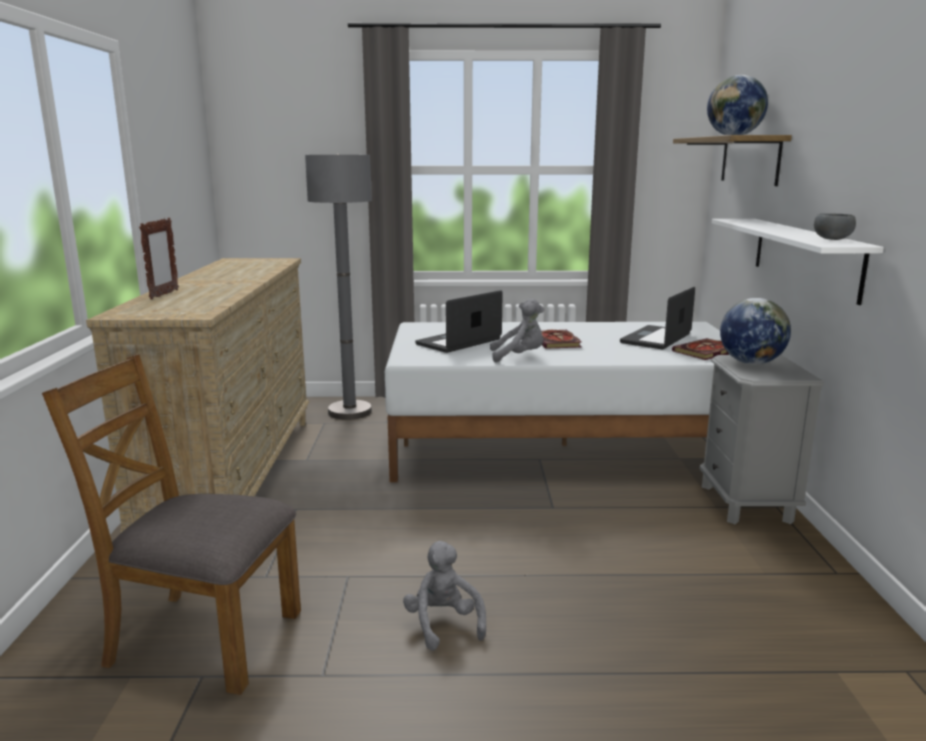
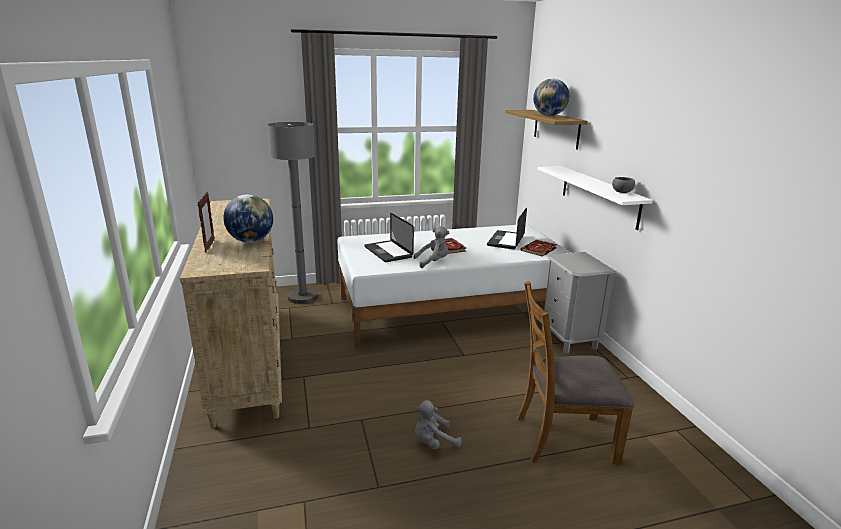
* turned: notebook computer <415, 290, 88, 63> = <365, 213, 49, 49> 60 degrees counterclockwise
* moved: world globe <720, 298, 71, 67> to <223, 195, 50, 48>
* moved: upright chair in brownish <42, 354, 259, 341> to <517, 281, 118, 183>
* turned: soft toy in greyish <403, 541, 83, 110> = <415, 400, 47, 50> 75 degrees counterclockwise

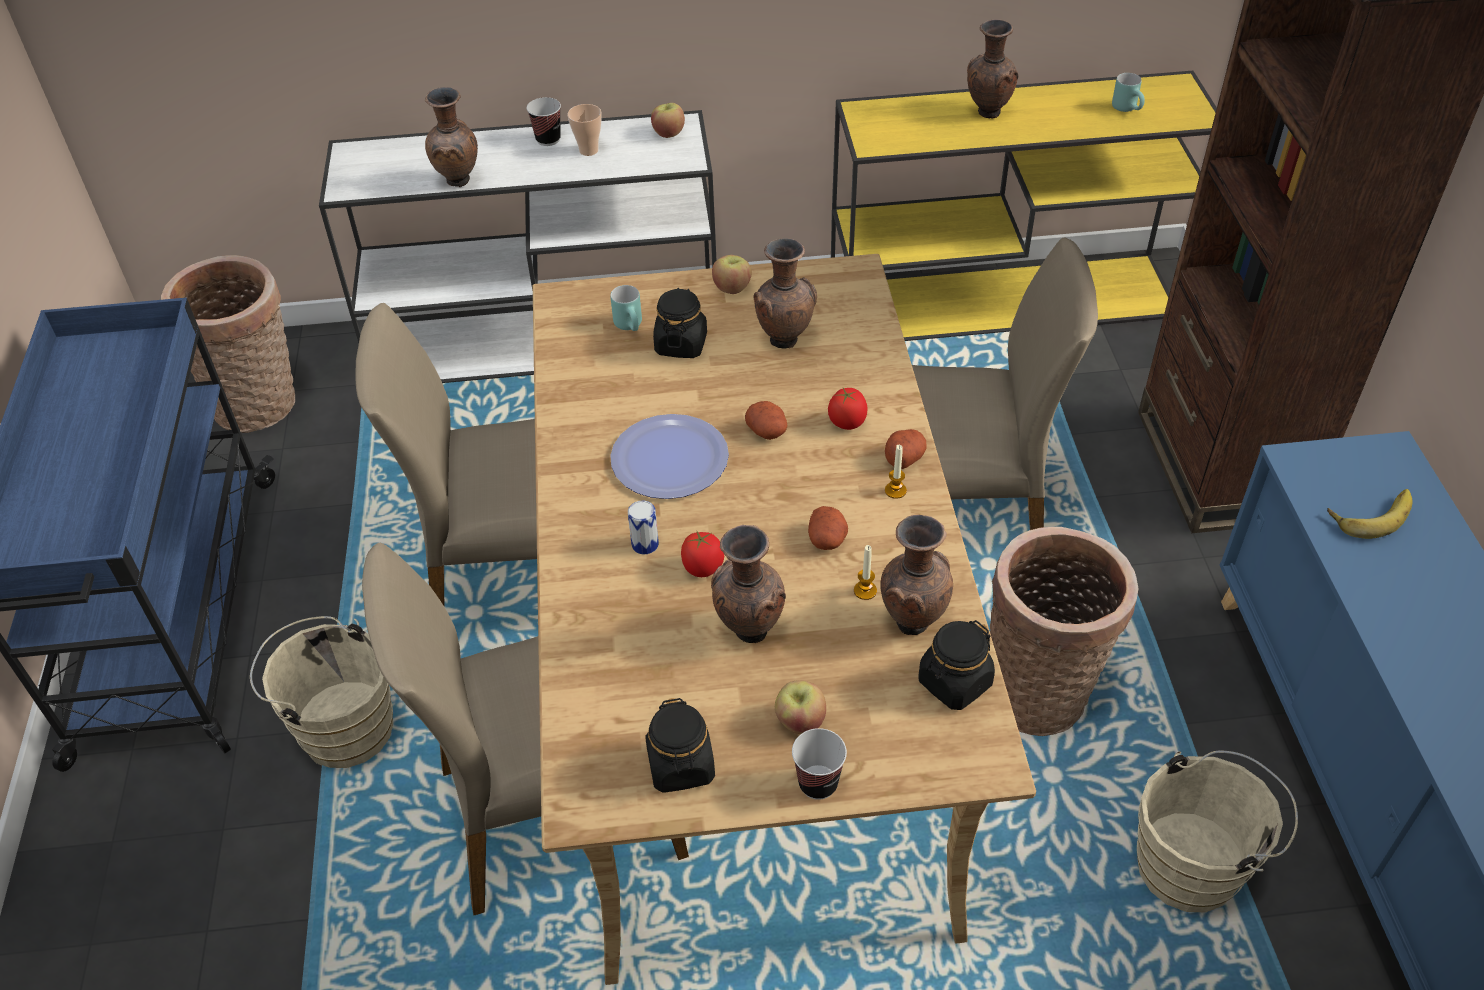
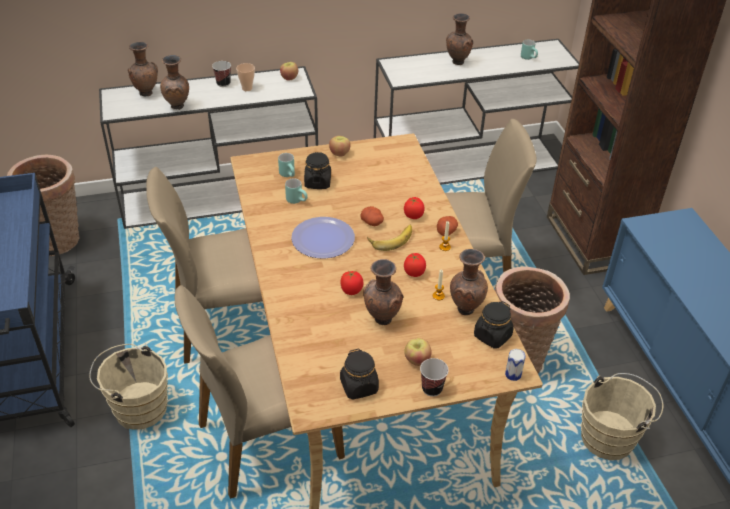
* recoloured: narrow table in yellow-coloured <831, 71, 386, 270> to narrow table in white <374, 39, 205, 146>
* moved: vase in brownish <753, 238, 64, 111> to <128, 42, 30, 54>
* moved: whole banana <1327, 489, 85, 50> to <367, 225, 45, 26>
* moved: can <628, 501, 31, 53> to <505, 349, 21, 32>
* replaced: whole potato <808, 506, 40, 44> to fresh tomato <404, 253, 22, 24>
* added: coffee mug in blue-green <285, 179, 23, 25>

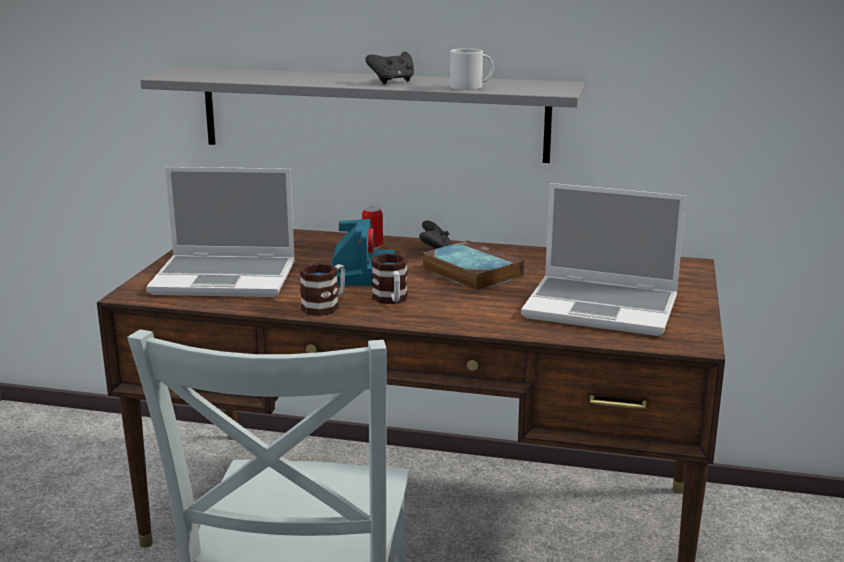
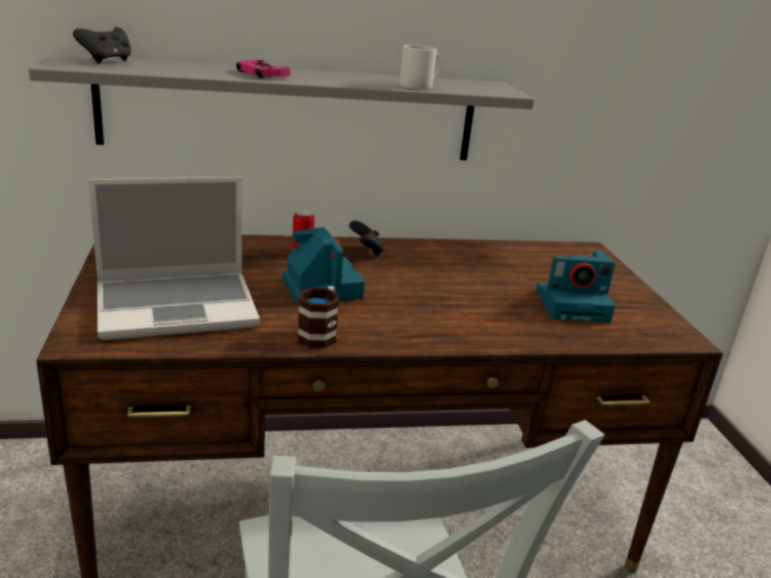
* moved: joypad in black-coloured <366, 52, 48, 32> to <73, 27, 58, 36>
* replaced: notebook computer <521, 183, 165, 153> to photo camera <536, 251, 79, 71>
* removed: bound book <423, 240, 101, 51>
* removed: coffee mug <371, 253, 37, 51>
* added: joypad in pink <236, 60, 55, 18>

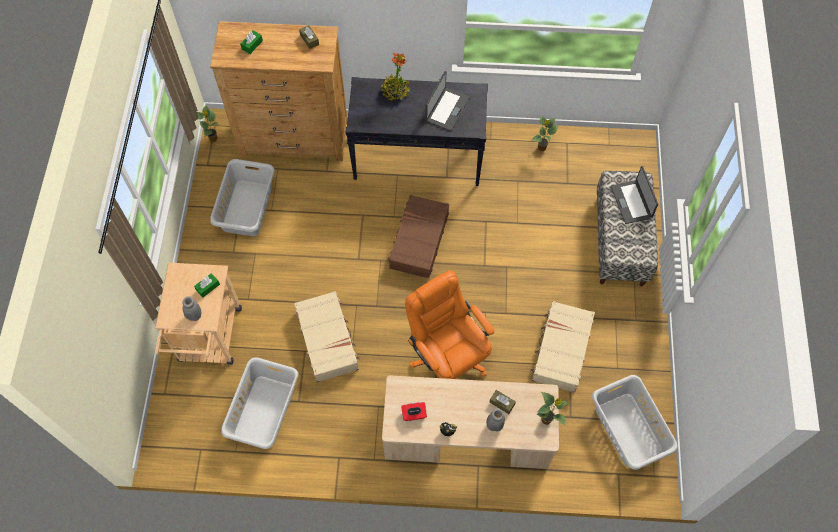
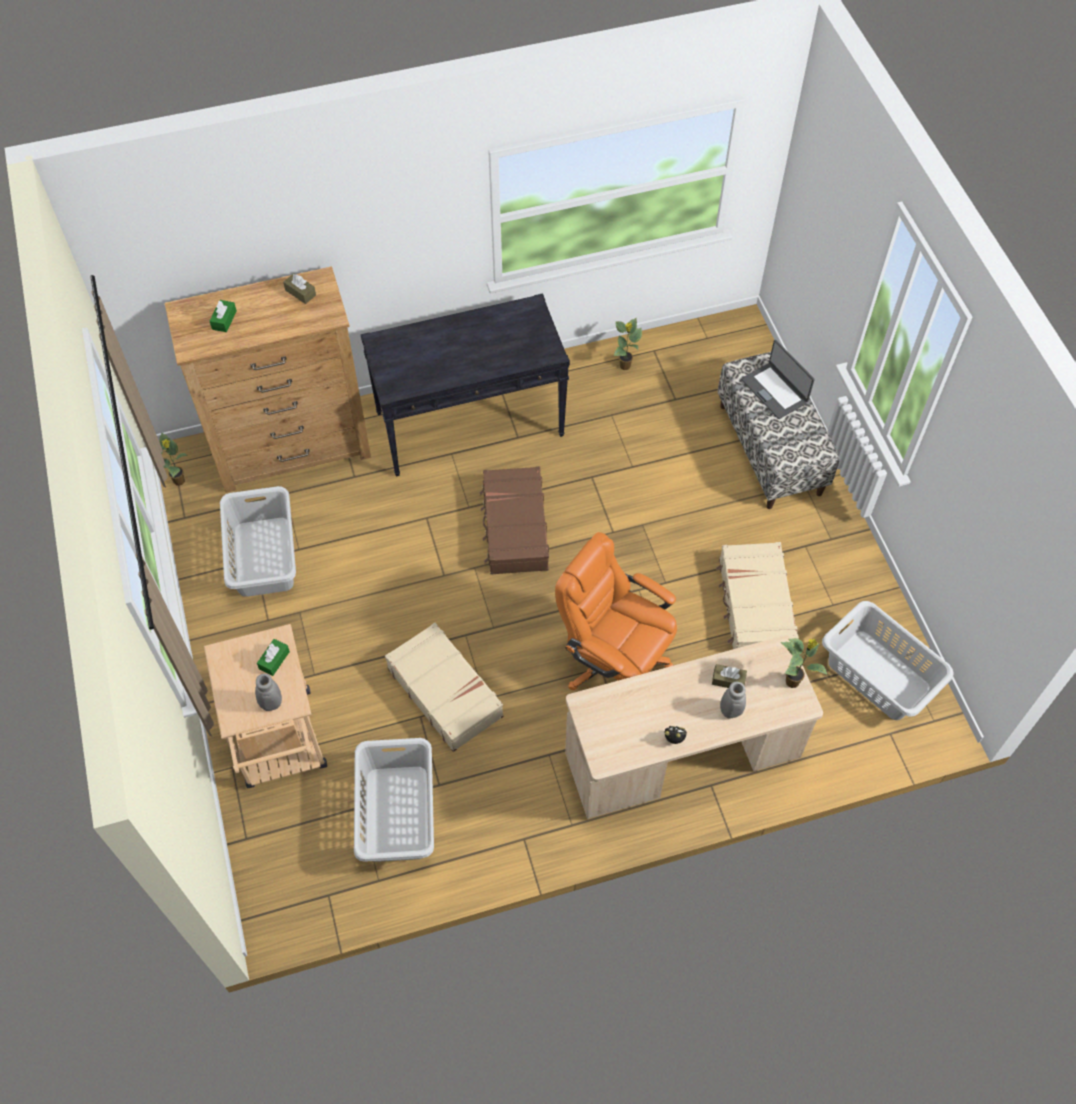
* removed: houseplant <381, 52, 29, 48>
* removed: notebook computer <425, 71, 45, 60>
* removed: tissue holder in red <401, 402, 26, 19>

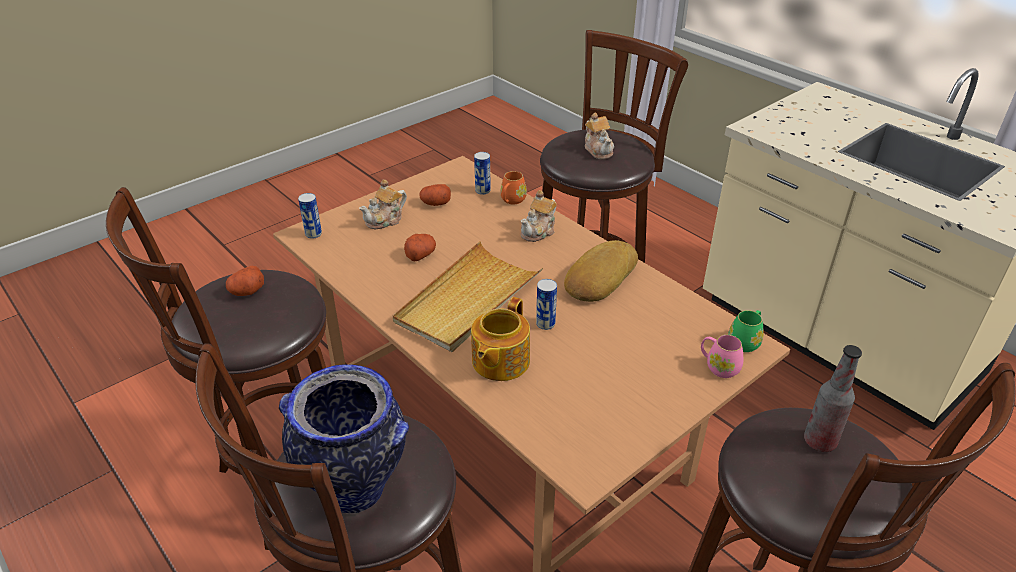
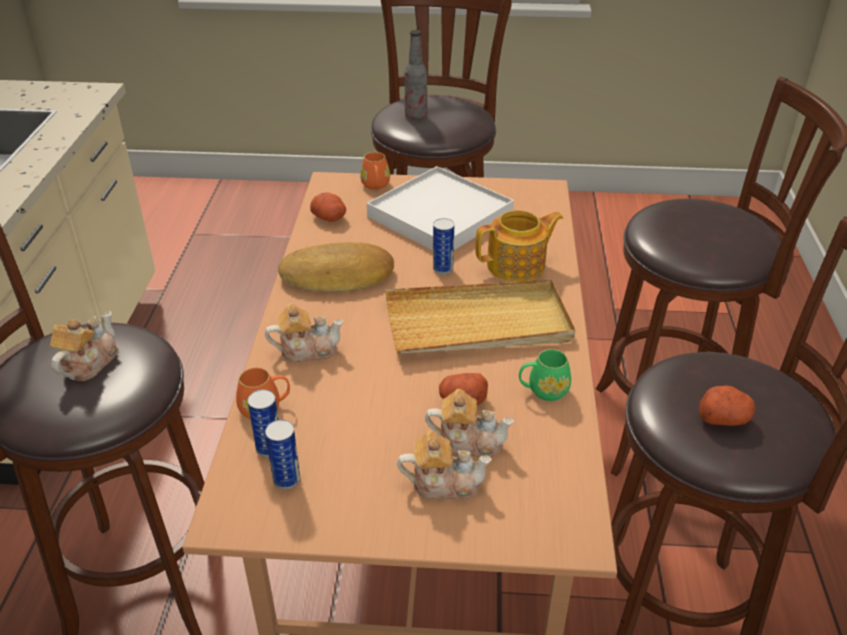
* moved: whole potato <420, 184, 31, 22> to <310, 192, 36, 30>
* moved: can <298, 193, 24, 46> to <265, 420, 35, 69>
* moved: coffee mug in green-coloured <728, 310, 36, 42> to <519, 349, 52, 52>
* recoloured: coffee mug in pink <701, 335, 43, 43> to coffee mug in orangey <360, 152, 30, 38>
* removed: vase <279, 364, 130, 149>
* added: serving tray in white <367, 166, 147, 84>
* added: tea pot <425, 389, 89, 68>

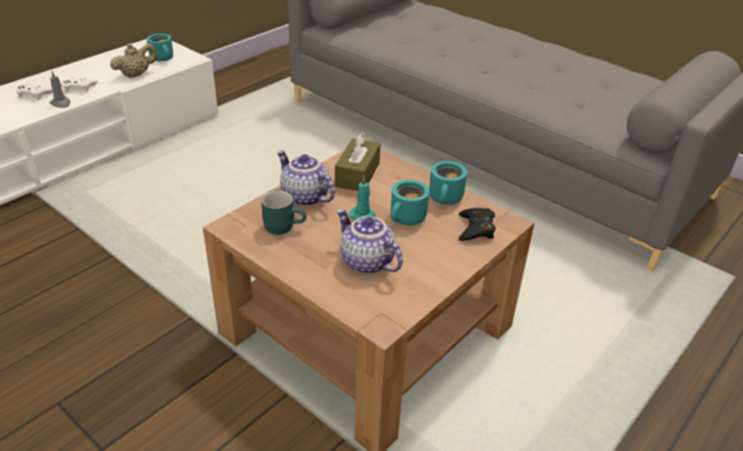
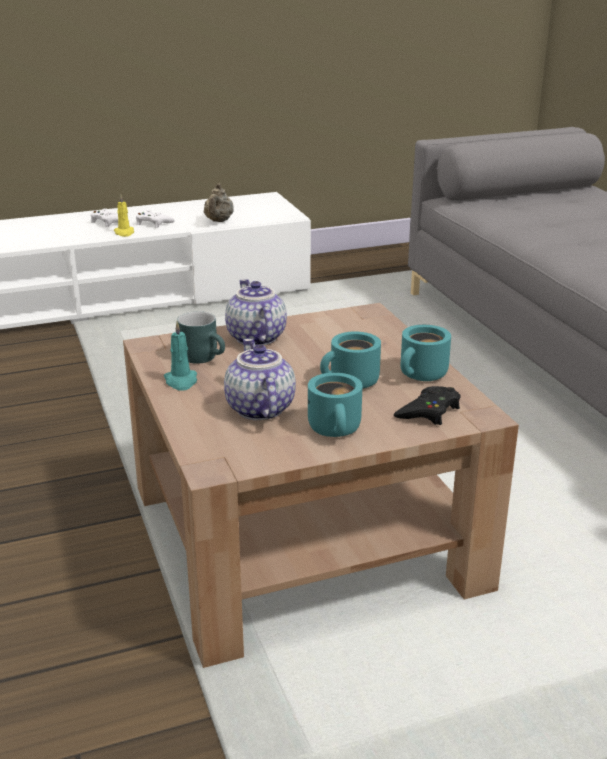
* moved: coffee mug in blue-green <147, 33, 26, 28> to <308, 373, 54, 64>
* turned: tea pot in beige <110, 43, 47, 35> = <204, 183, 30, 39> 105 degrees clockwise
* recoloured: wax light in greyish <49, 71, 21, 37> to wax light in yellow-coloured <114, 195, 20, 42>
* removed: tissue holder in brownish <335, 132, 45, 59>
* moved: wax light in blue-green <349, 176, 27, 44> to <164, 321, 33, 70>

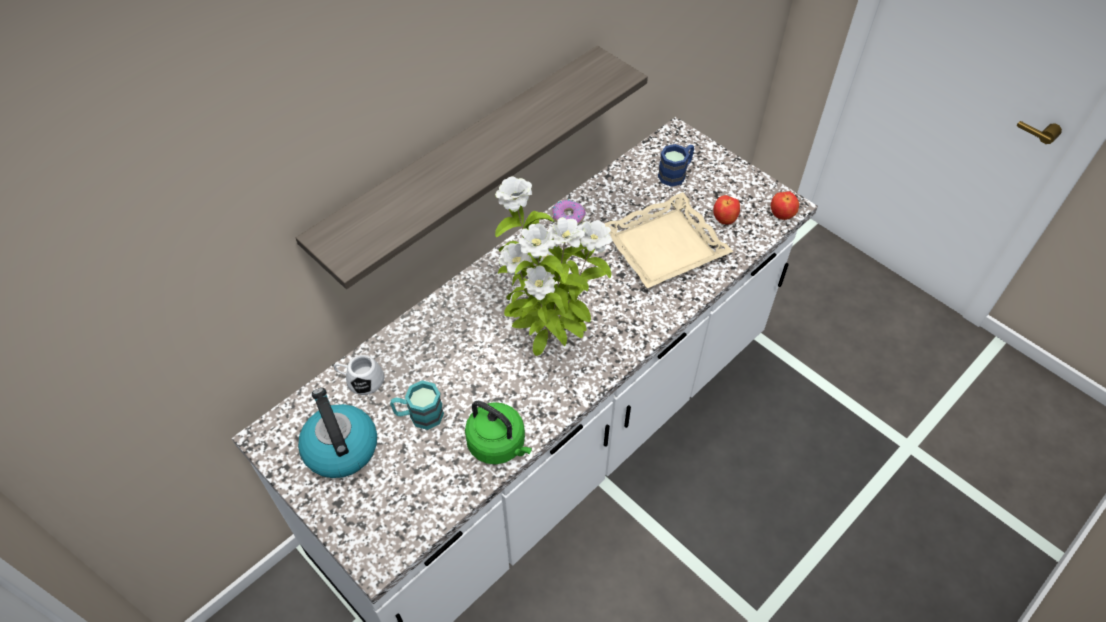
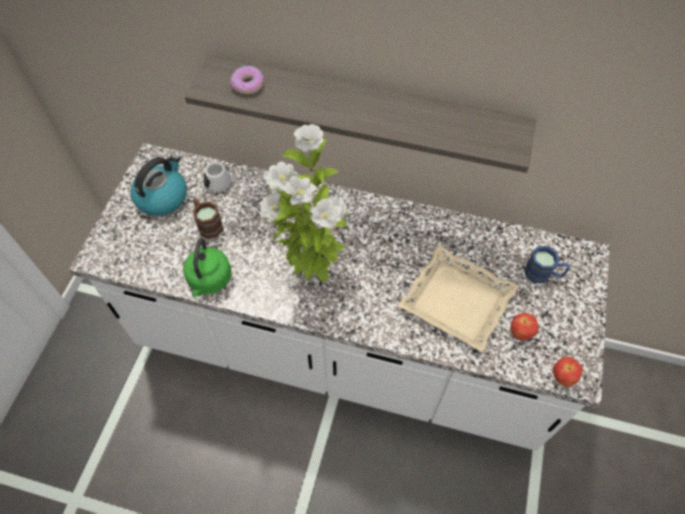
* moved: donut <552, 199, 34, 26> to <230, 65, 34, 29>
* recoloured: coffee mug in blue-green <390, 380, 54, 50> to coffee mug in brownish <193, 198, 30, 41>

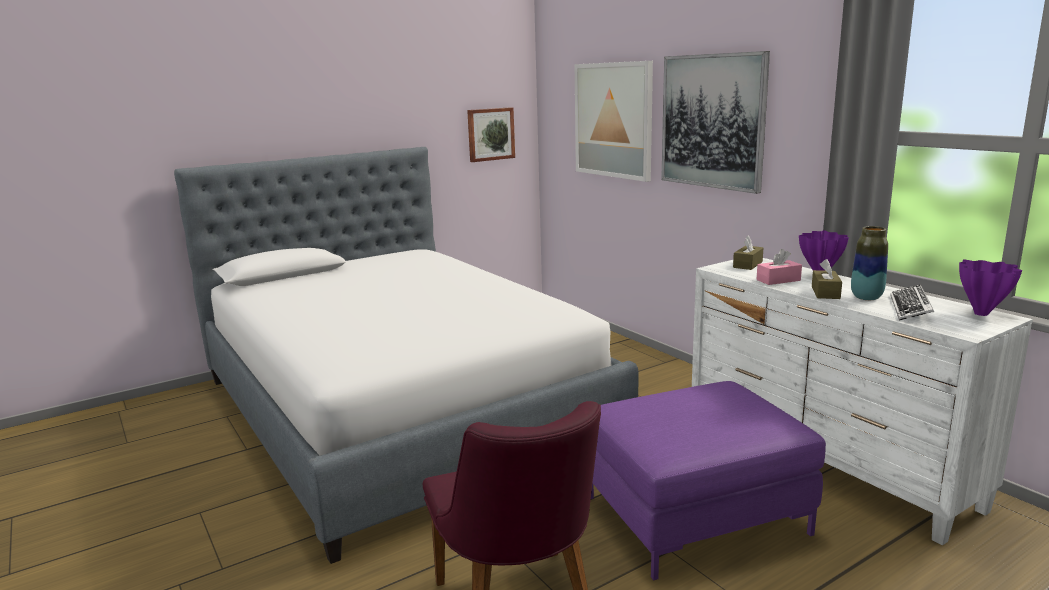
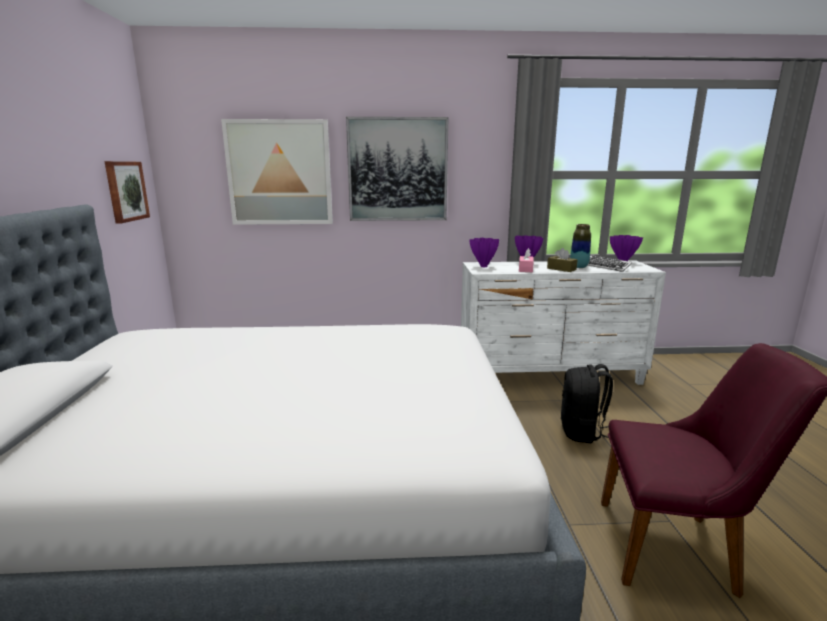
* replaced: tissue holder in brownish <733, 235, 30, 35> to vase in purple-coloured <469, 238, 30, 29>
* replaced: footrest in purple-coloured <591, 381, 235, 199> to knapsack in black-coloured <561, 364, 52, 79>

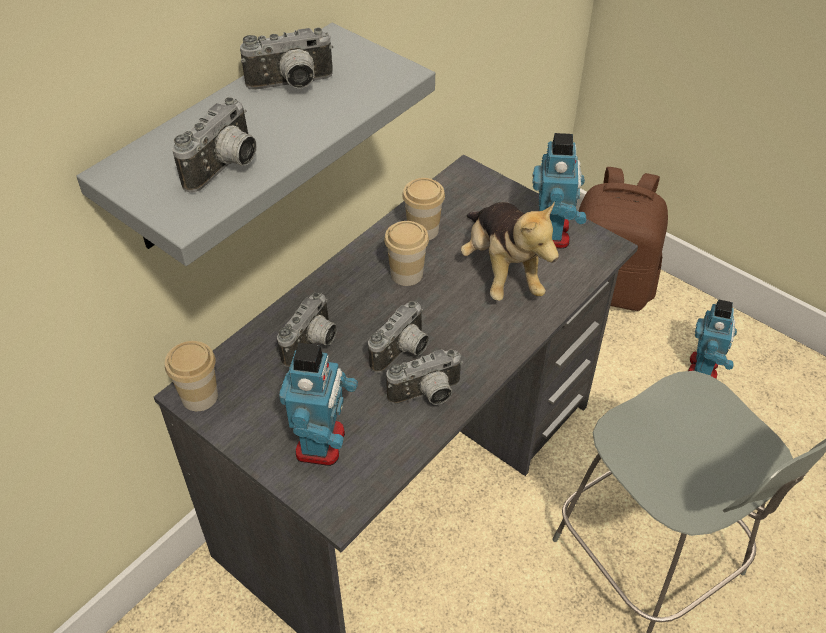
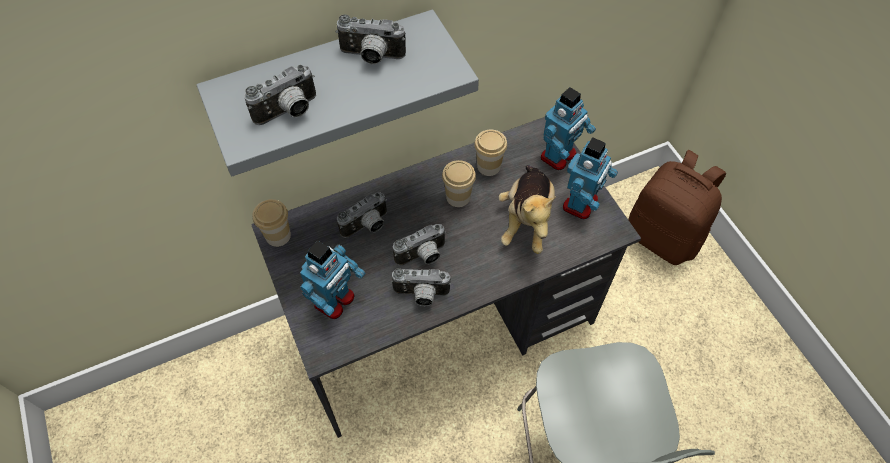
* moved: robot figure <688, 300, 49, 79> to <541, 87, 55, 83>

